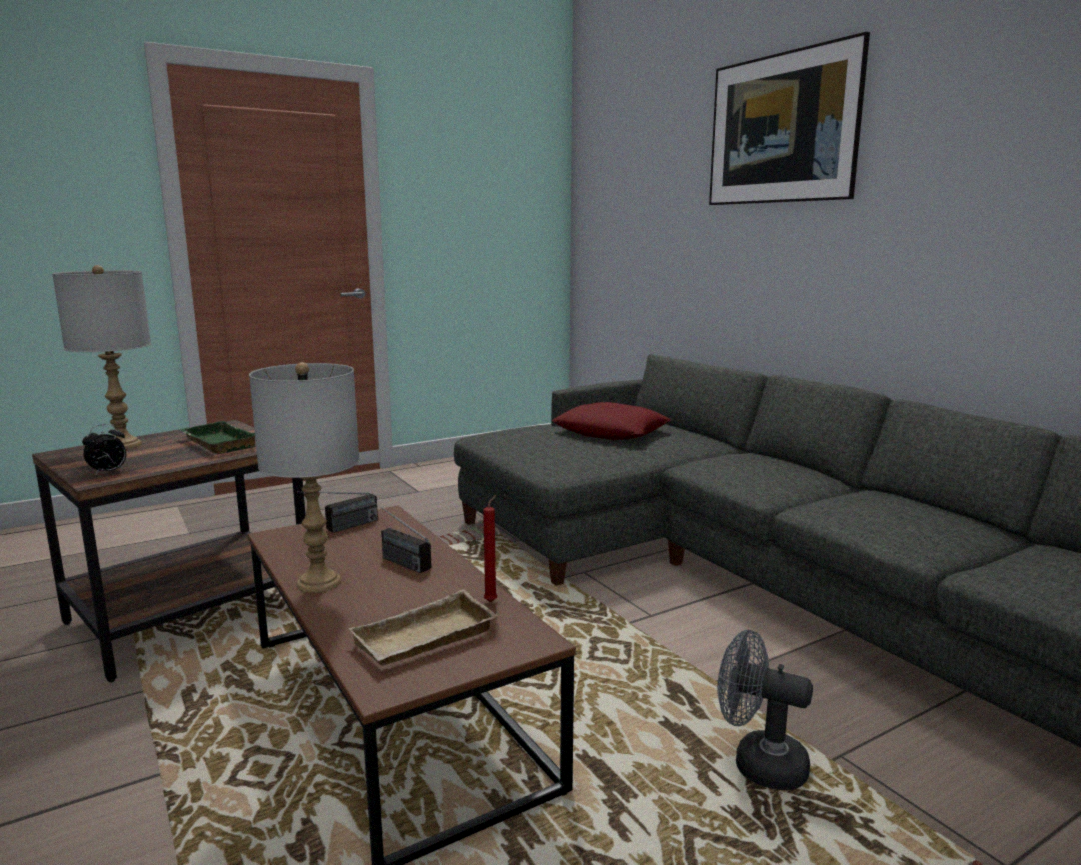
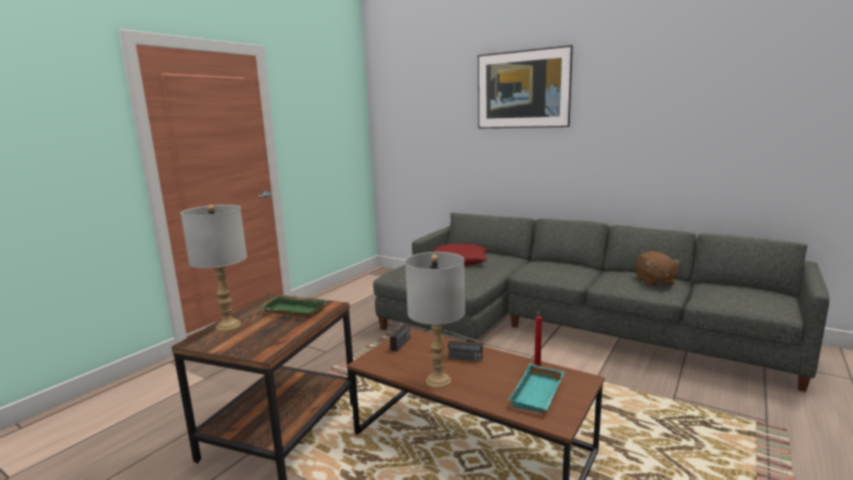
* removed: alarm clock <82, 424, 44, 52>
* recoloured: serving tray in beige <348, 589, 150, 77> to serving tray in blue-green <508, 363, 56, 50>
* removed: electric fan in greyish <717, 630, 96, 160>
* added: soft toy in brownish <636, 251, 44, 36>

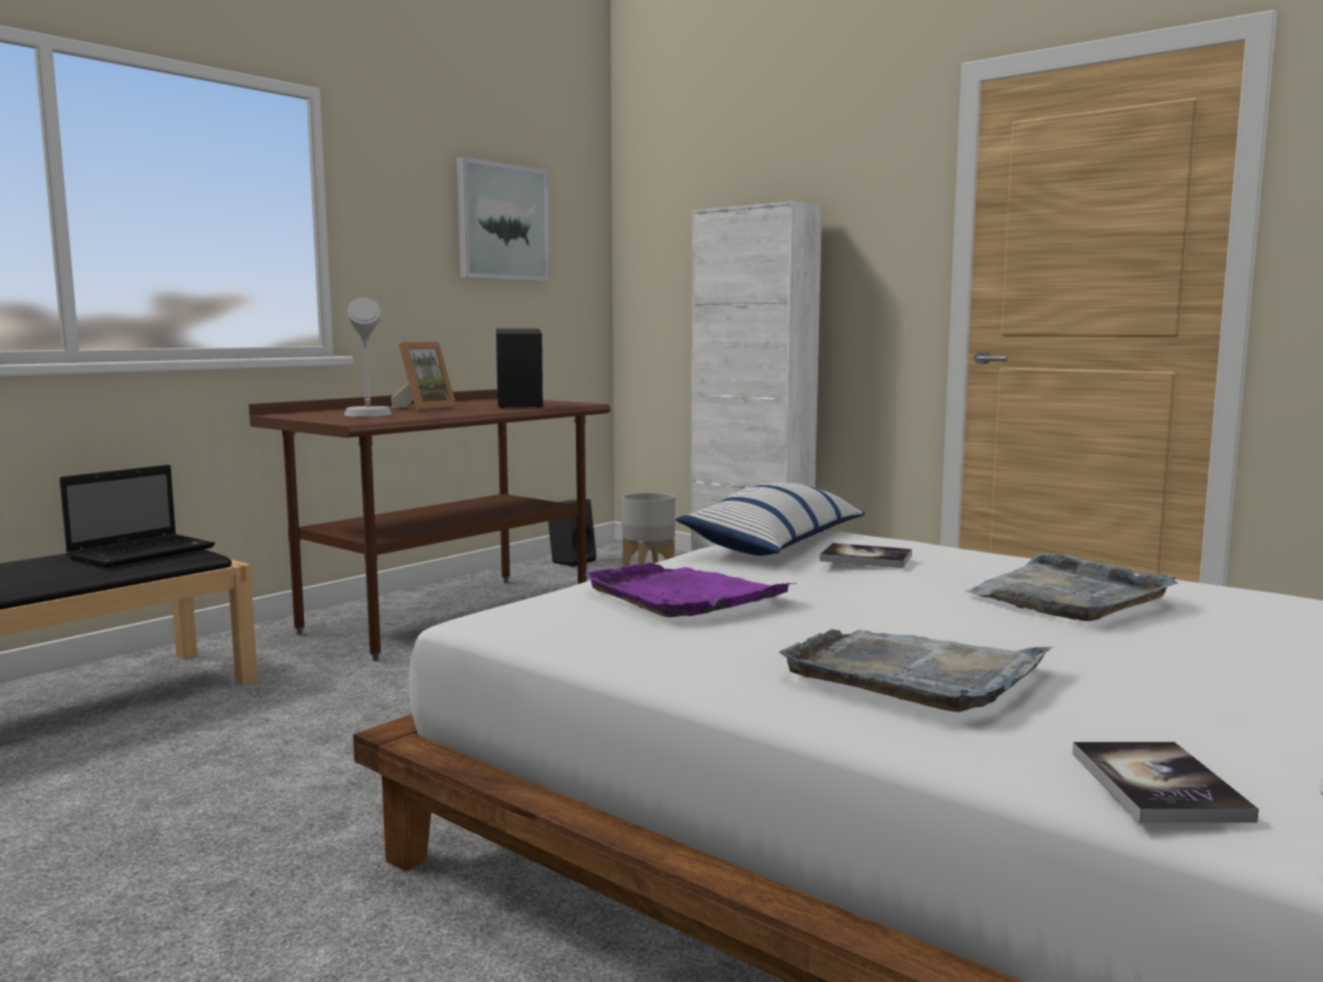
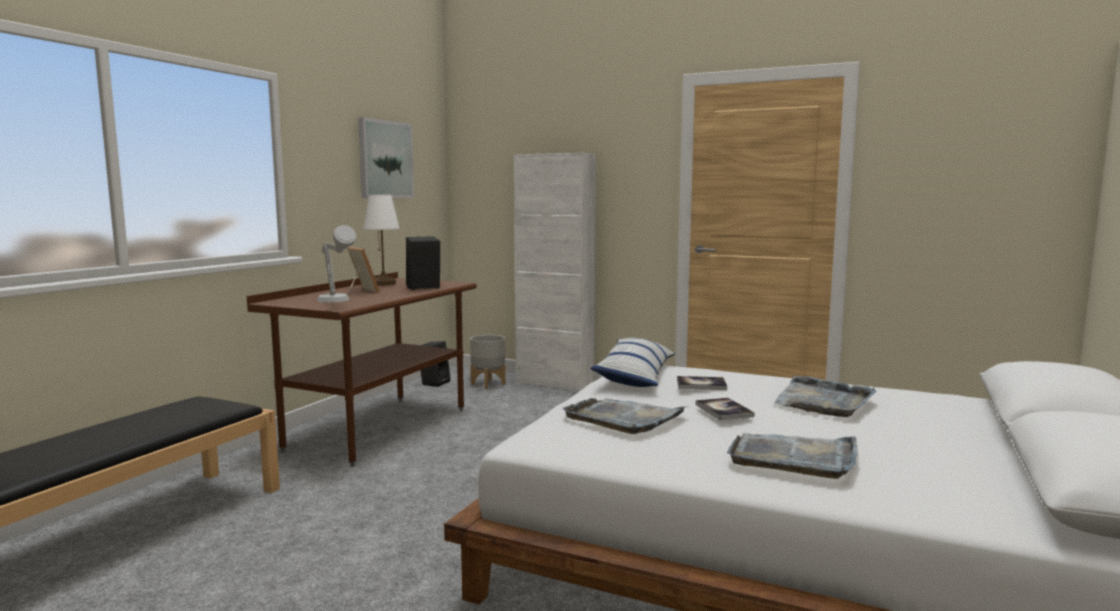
* turned: photo frame <391, 342, 65, 68> = <347, 247, 33, 48> 60 degrees counterclockwise
* removed: notebook computer <60, 465, 155, 103>
* recoloured: serving tray in purple-coloured <585, 563, 212, 54> to serving tray in greyish <562, 398, 127, 36>
* moved: bound book <1072, 742, 187, 81> to <696, 398, 58, 22>
* added: lamp for a table in white <363, 195, 37, 91>

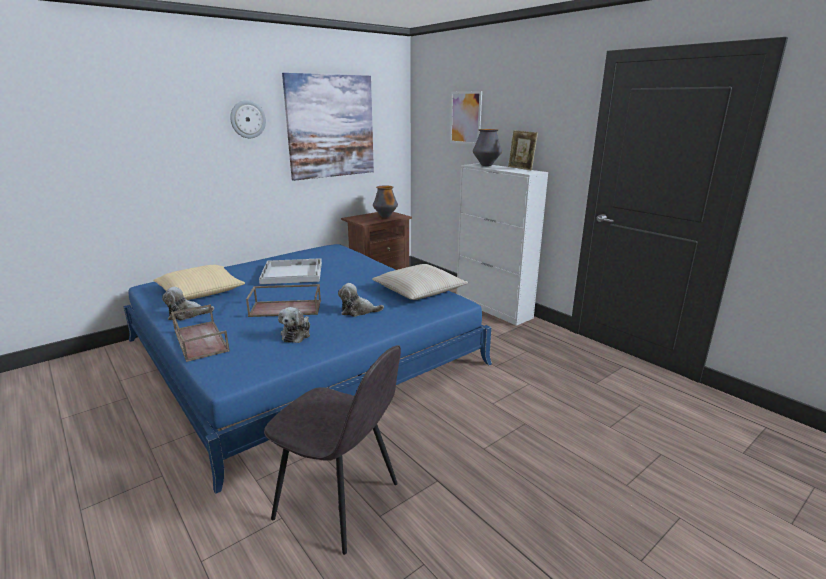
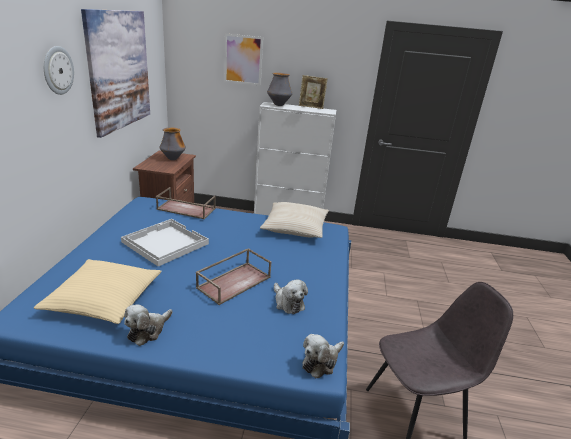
* moved: soft toy <338, 283, 46, 34> to <302, 334, 42, 44>
* moved: serving tray in brownish <171, 304, 59, 58> to <156, 187, 60, 32>

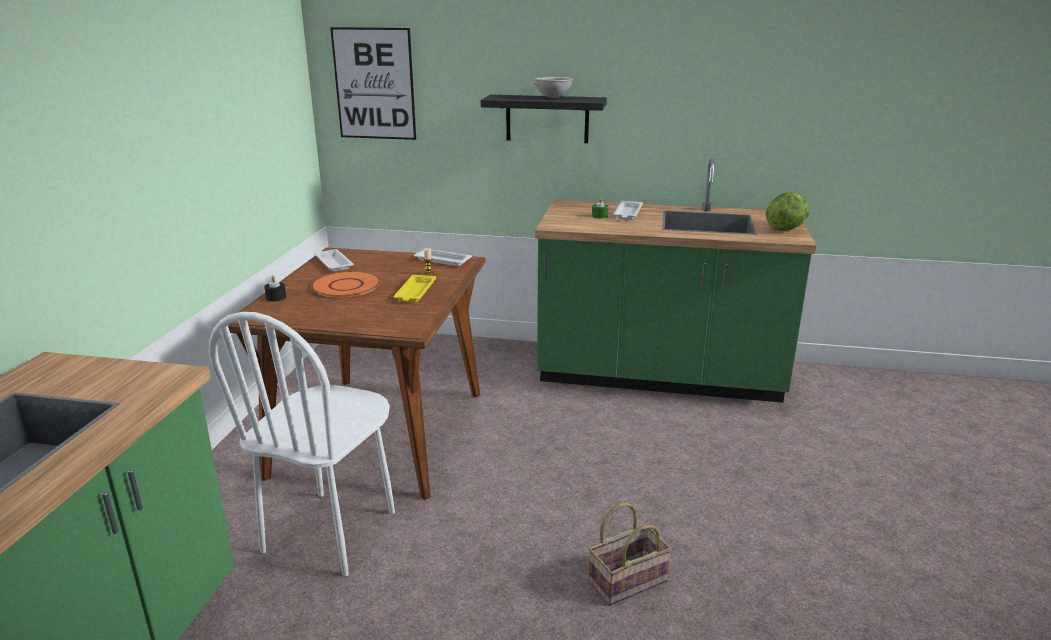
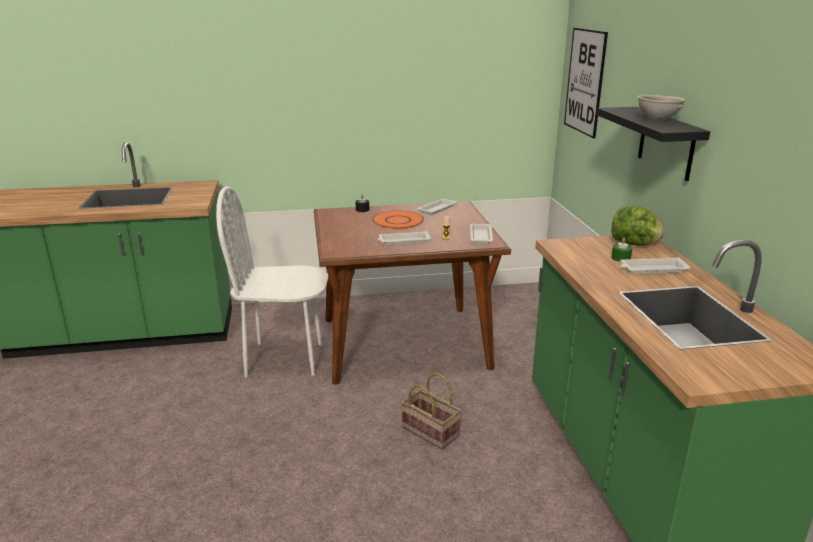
* moved: lettuce <766, 192, 43, 39> to <612, 206, 53, 40>
* recoloured: serving tray in yellow-coloured <393, 275, 43, 27> to serving tray in white <377, 231, 54, 14>
* moved: household basket <588, 503, 84, 103> to <401, 373, 60, 76>

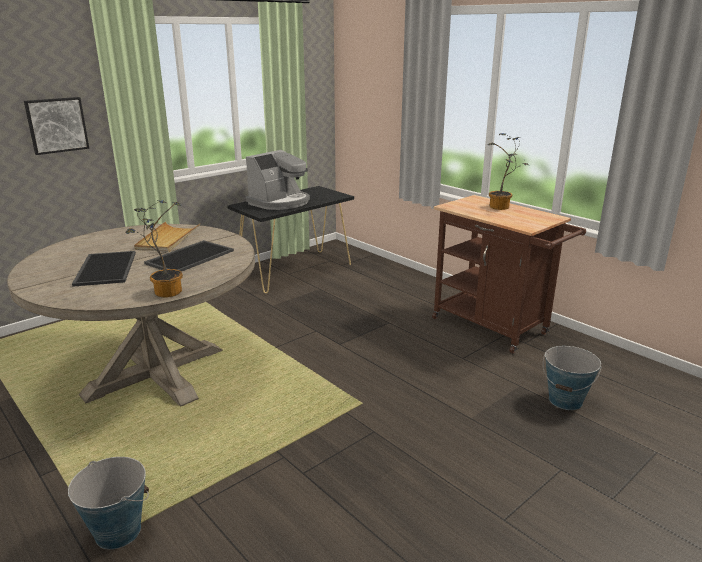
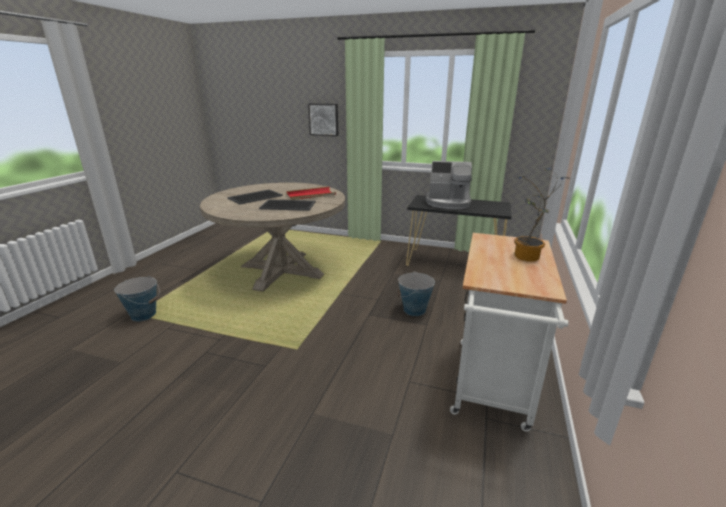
* recoloured: wheeled cart in brownish <432, 195, 154, 159> to wheeled cart in white <450, 233, 118, 198>
* removed: houseplant <125, 200, 58, 97>
* recoloured: serving tray in beige <134, 222, 66, 30> to serving tray in red <286, 187, 50, 13>
* moved: water bucket <543, 346, 58, 64> to <398, 271, 37, 45>

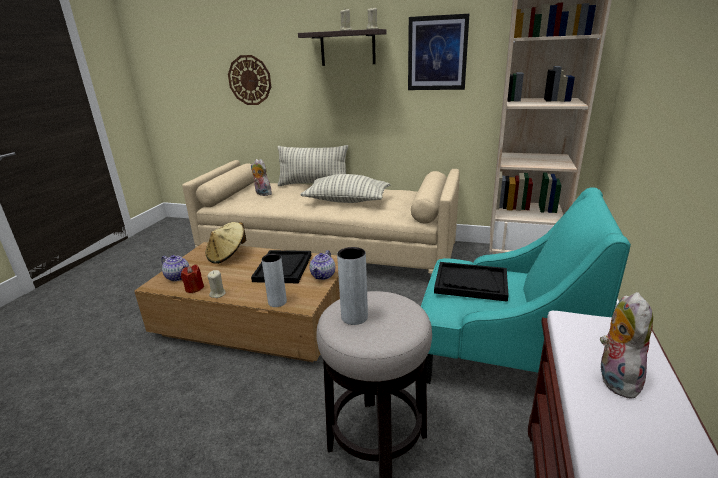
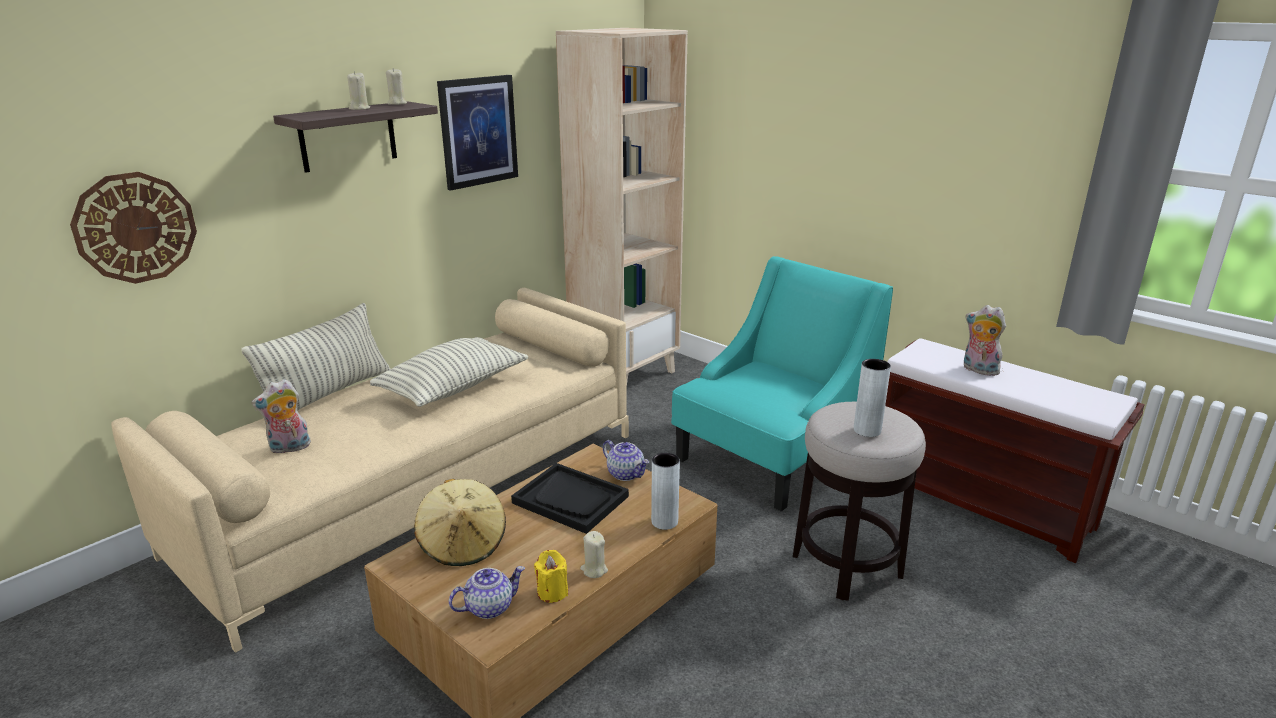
* removed: serving tray in black-coloured <434, 262, 75, 40>
* recoloured: wax light in red <181, 264, 23, 29> to wax light in yellow-coloured <534, 550, 34, 53>

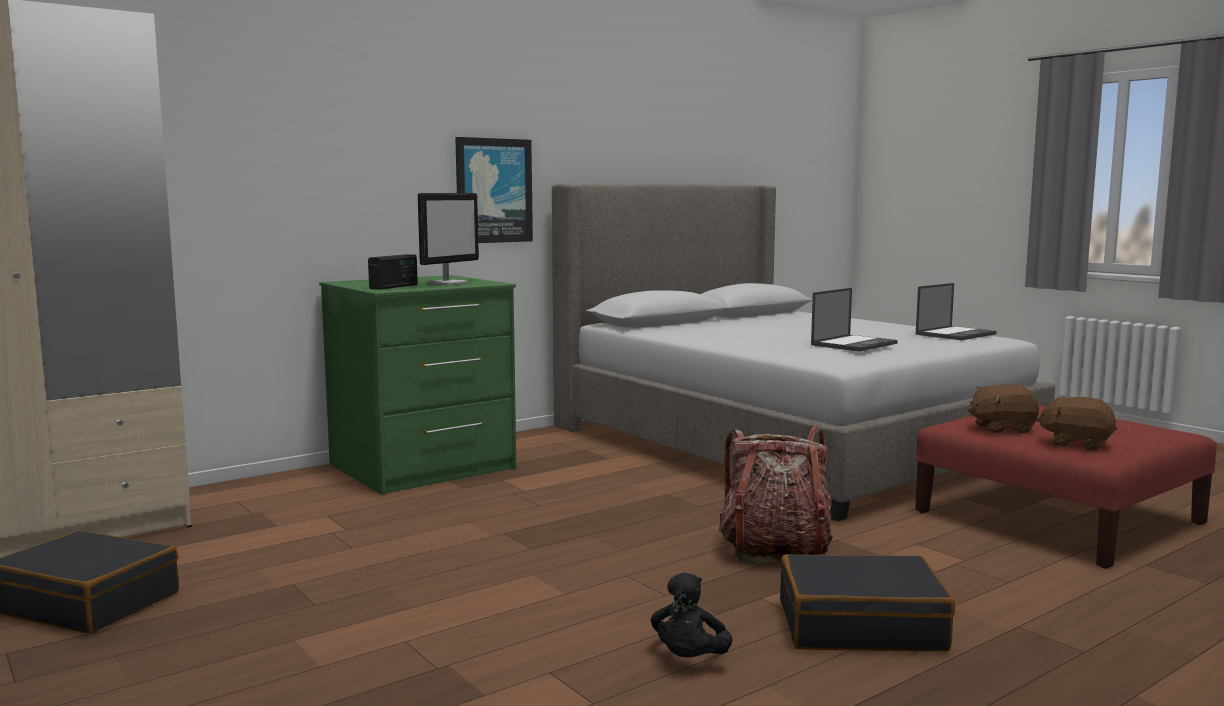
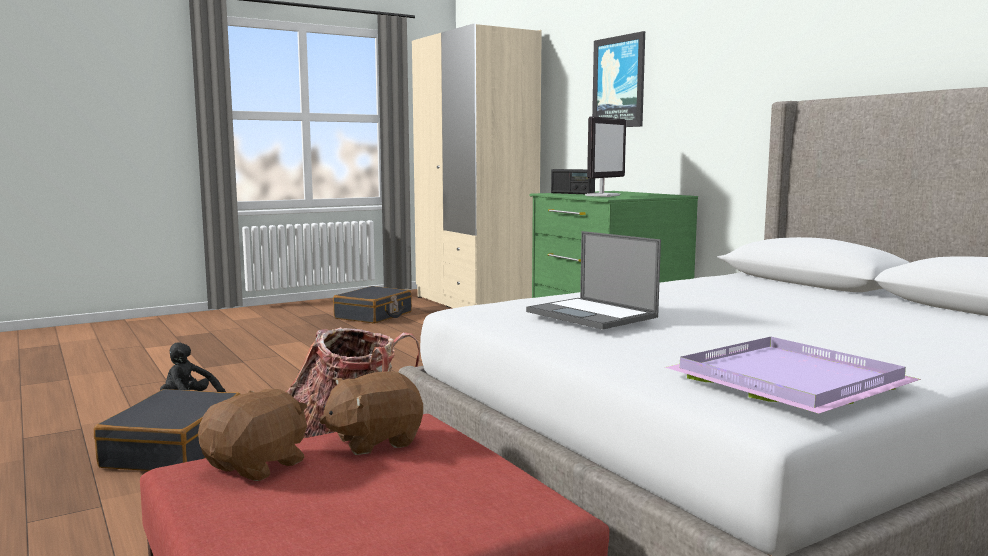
* moved: wall picture <455, 137, 78, 106> to <592, 31, 53, 96>
* turned: computer screen <418, 193, 61, 93> = <585, 117, 41, 80> 90 degrees counterclockwise
* replaced: notebook computer <916, 283, 81, 57> to serving tray in purple-coloured <665, 337, 256, 77>
* turned: soft toy in brownish <968, 384, 71, 49> = <319, 371, 104, 84> 120 degrees counterclockwise

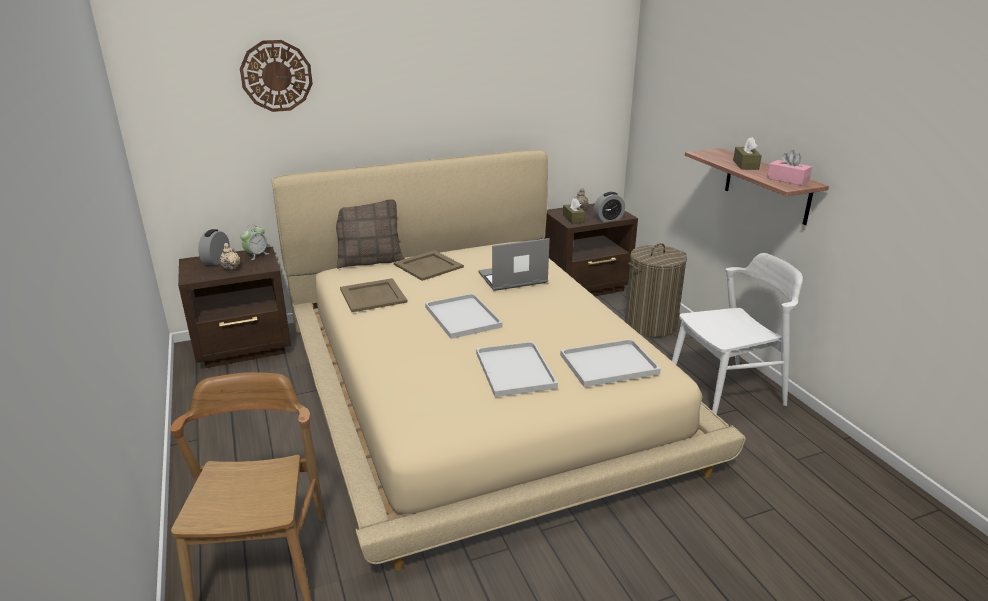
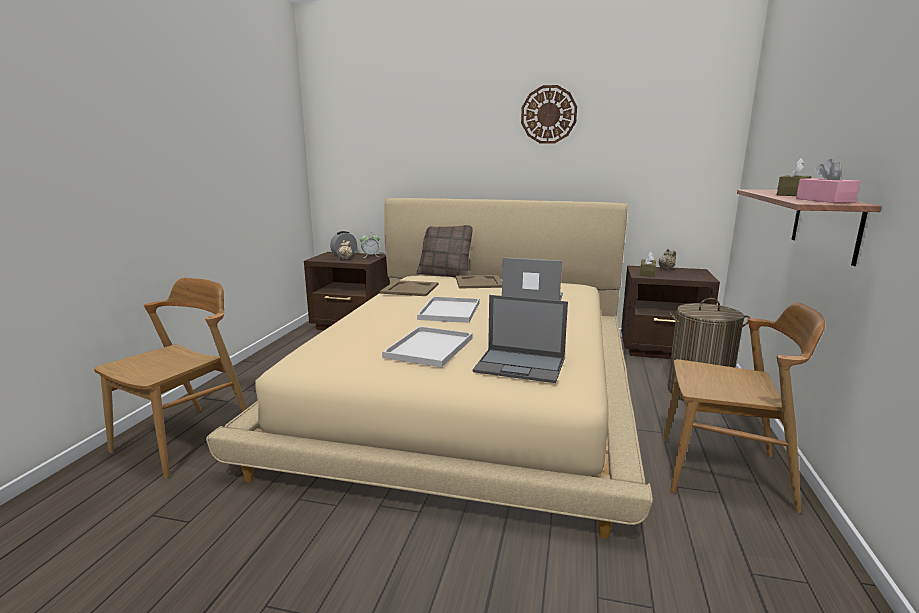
* moved: hanging clock <240, 40, 73, 72> to <521, 85, 56, 59>
* removed: alarm clock <594, 192, 31, 30>
* recoloured: upright chair in white <672, 253, 131, 161> to upright chair in brownish <662, 303, 163, 211>
* replaced: serving tray in white <560, 339, 101, 48> to notebook computer <473, 295, 95, 88>

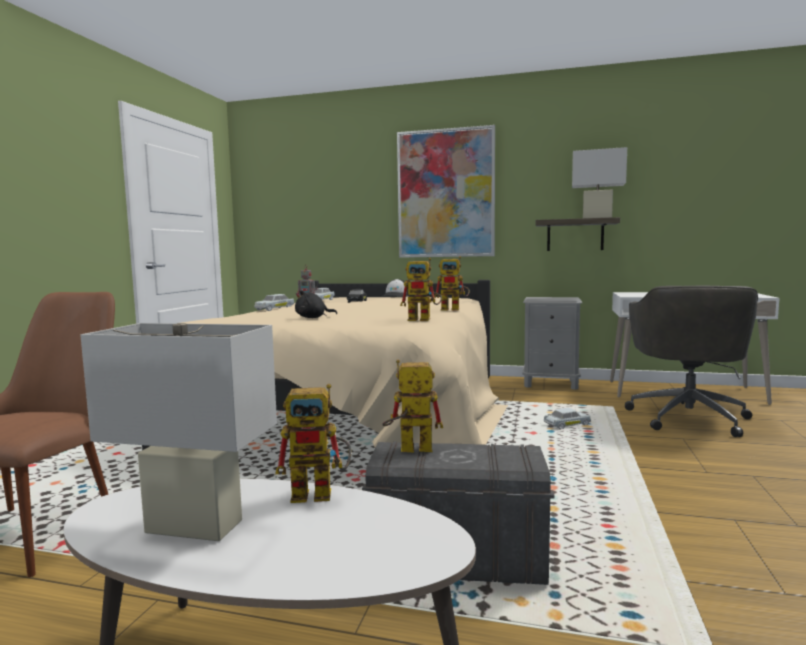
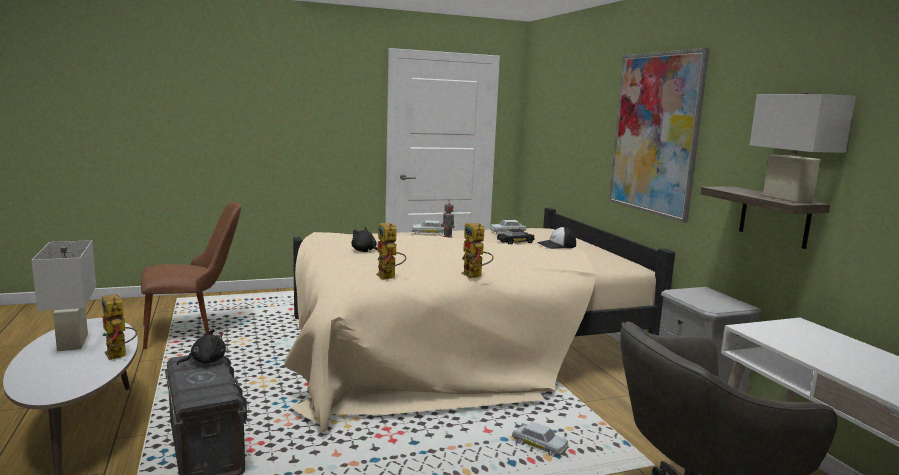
* replaced: robot figure <382, 359, 61, 94> to soft toy in black-coloured <177, 329, 49, 36>

